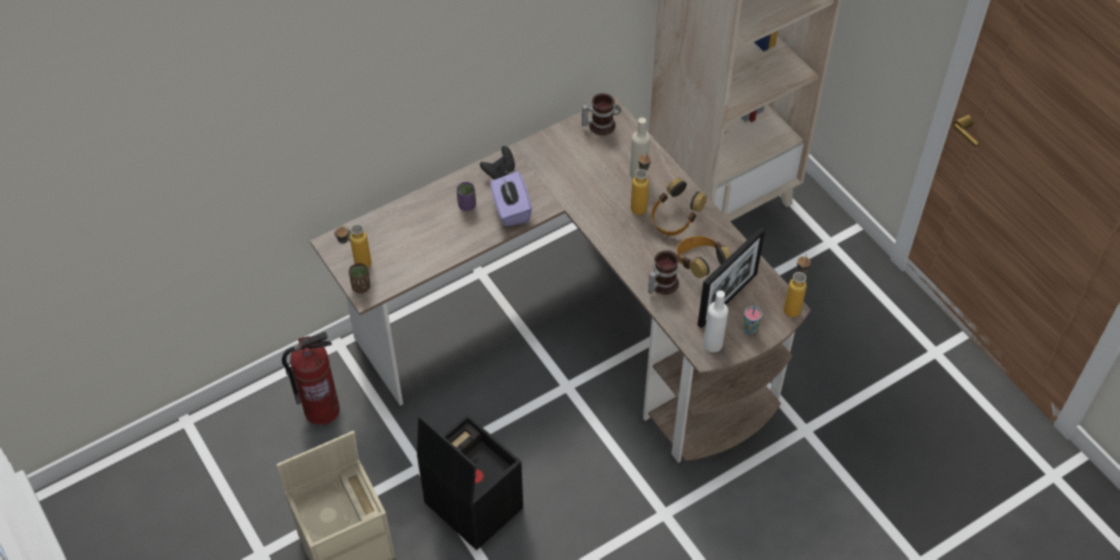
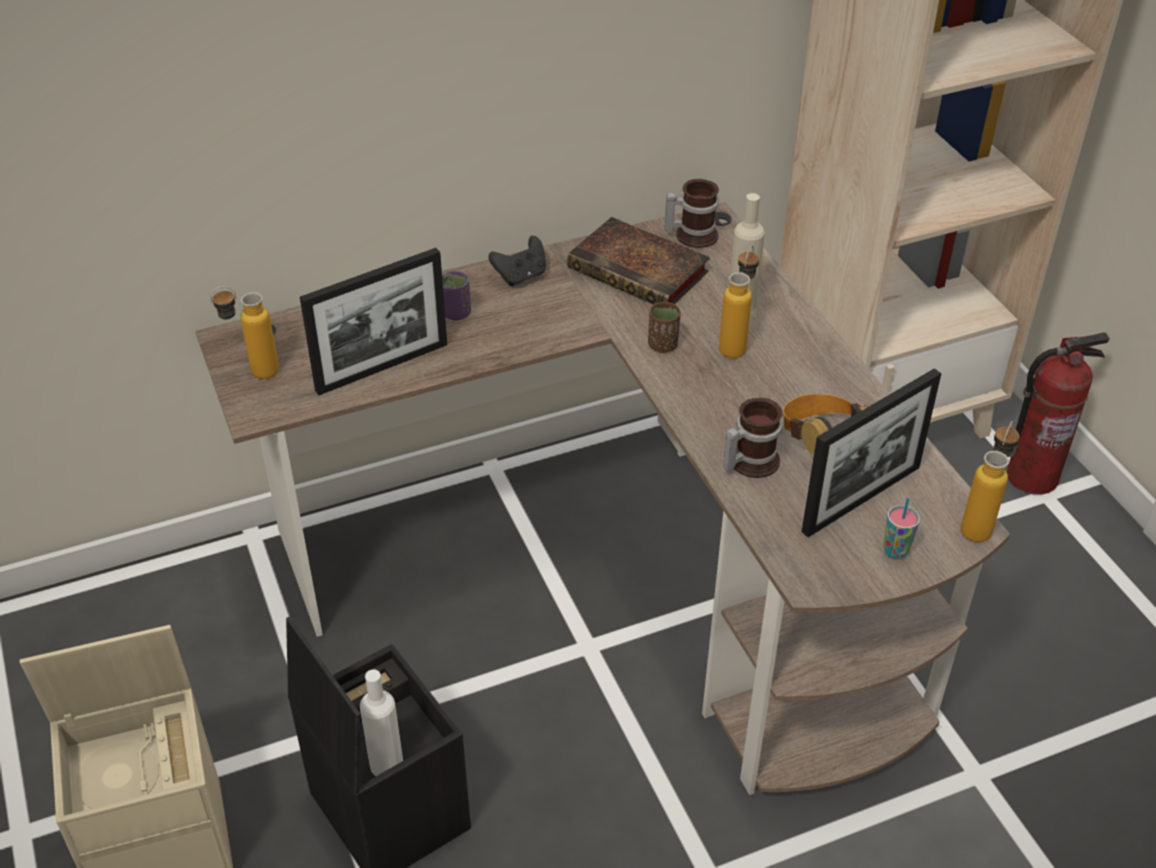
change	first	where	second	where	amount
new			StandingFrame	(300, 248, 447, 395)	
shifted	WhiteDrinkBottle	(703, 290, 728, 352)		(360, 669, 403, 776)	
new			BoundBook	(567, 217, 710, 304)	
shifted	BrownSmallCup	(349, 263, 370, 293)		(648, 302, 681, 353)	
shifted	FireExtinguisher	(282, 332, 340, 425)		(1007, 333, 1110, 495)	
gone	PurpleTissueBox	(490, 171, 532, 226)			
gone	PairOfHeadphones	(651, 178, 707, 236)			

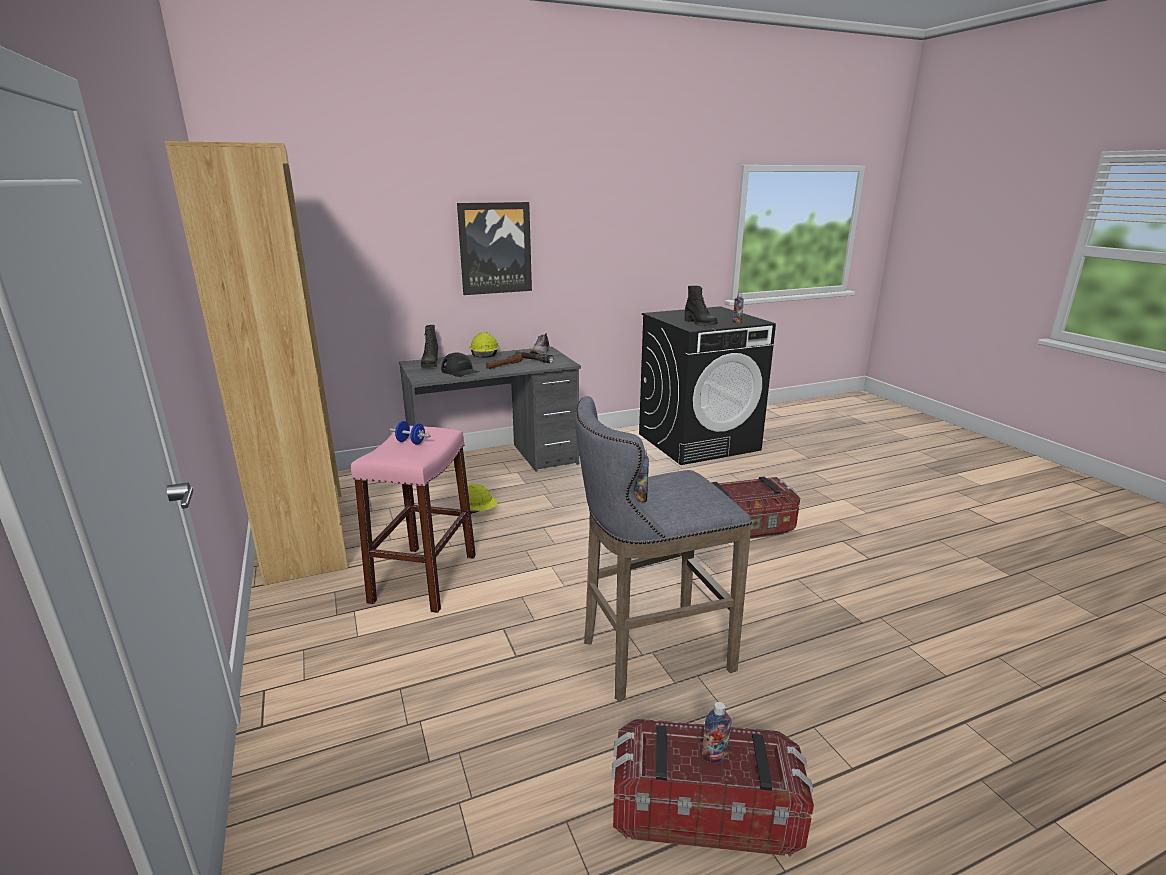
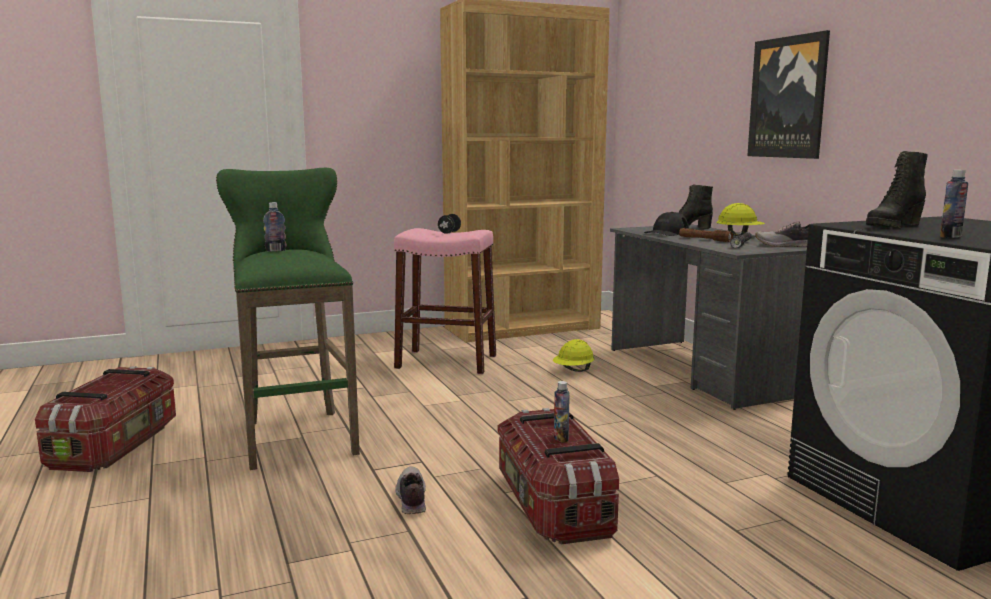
change	first	where	second	where	amount
repainted	GreySittingStool	(575, 396, 752, 702)	GreenColouredSittingStool	(216, 168, 360, 470)	
new			LowShoe	(395, 466, 426, 514)	
repainted	BluishFreeWeight	(390, 421, 430, 445)	BlackFreeWeight	(438, 214, 461, 234)	
shifted	DrinkBottle	(702, 702, 732, 762)		(554, 381, 570, 442)	

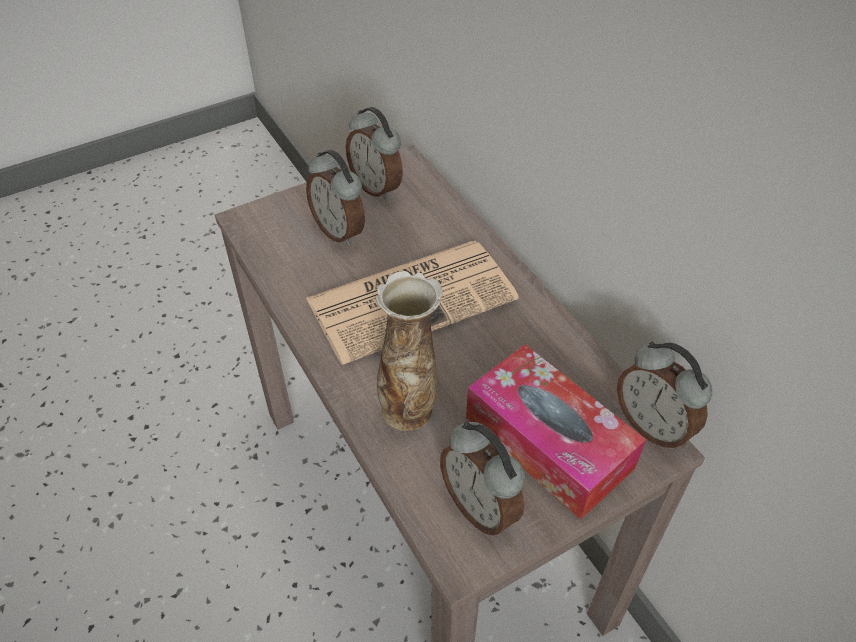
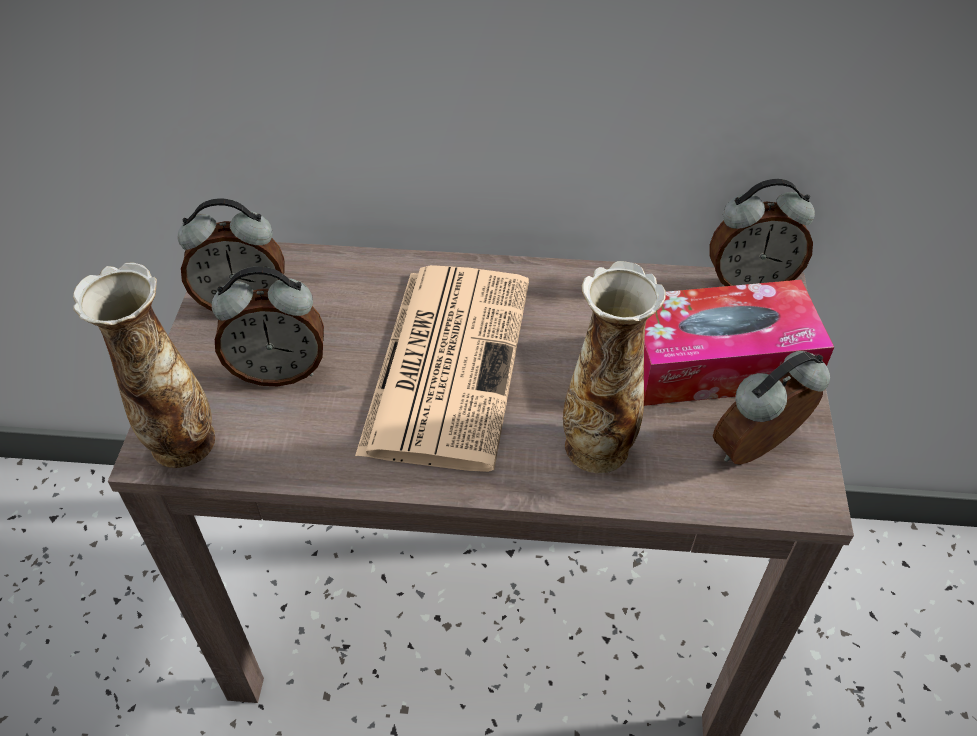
change	first	where	second	where	amount
new			DecorativeVase	(73, 262, 215, 468)	
rotated	BedsideClock	(440, 422, 525, 536)		(713, 351, 830, 465)	150 degrees clockwise

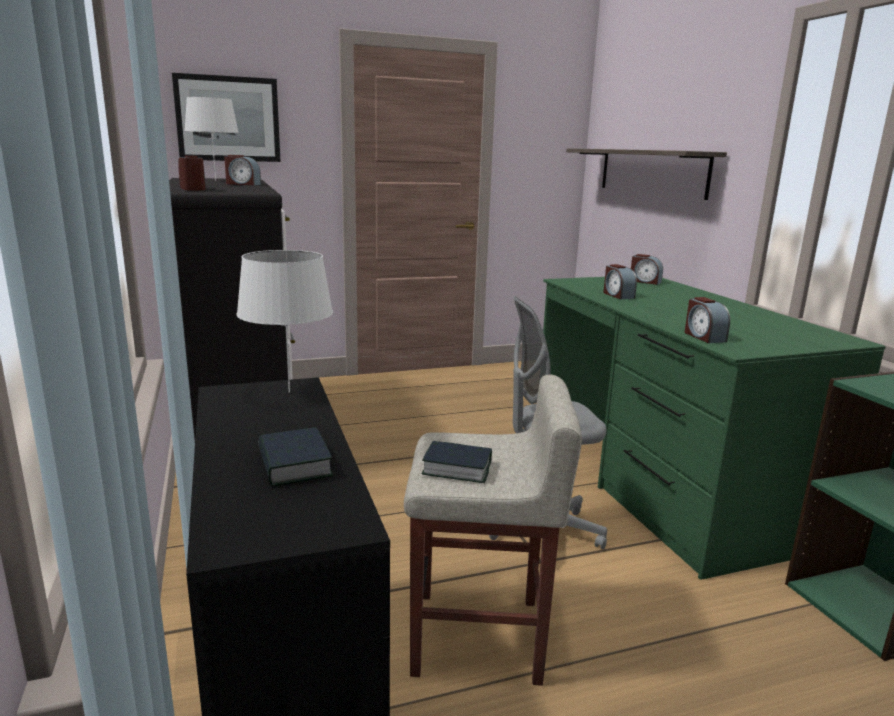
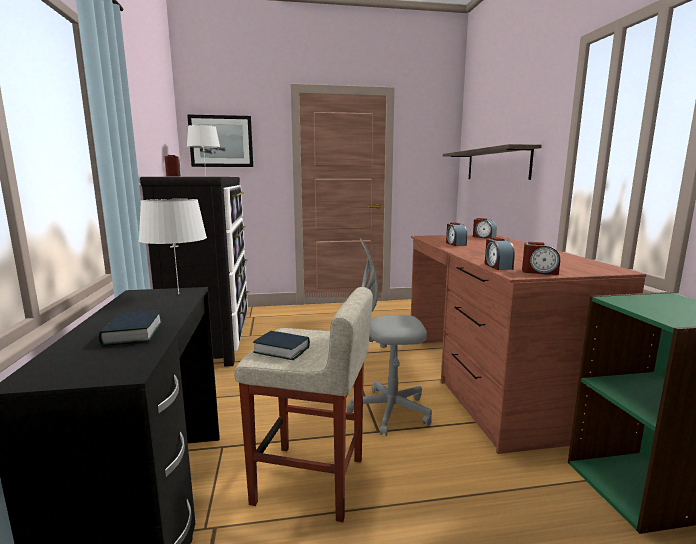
change	first	where	second	where	amount
repainted	GreenColouredDesk	(543, 277, 886, 580)	BrownDesk	(411, 235, 646, 454)	
shifted	BedsideClock	(224, 155, 261, 185)		(522, 242, 560, 275)	

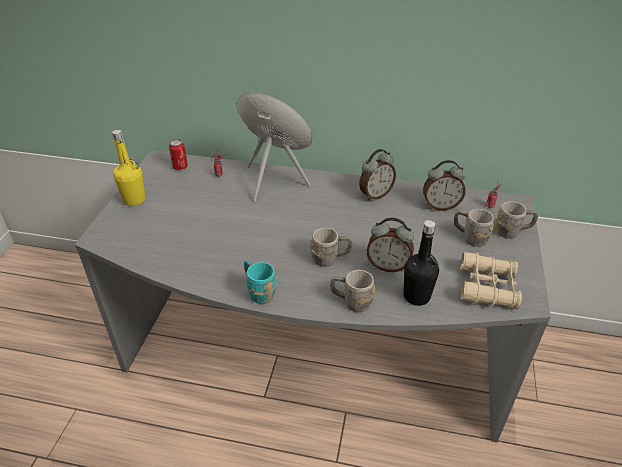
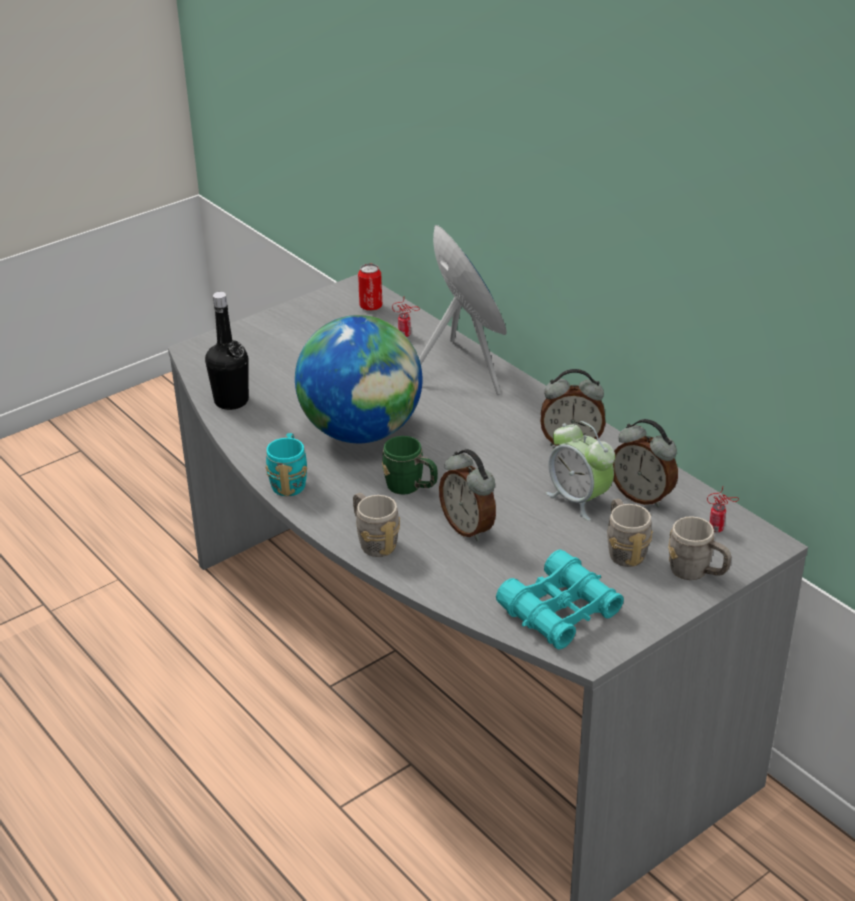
change	first	where	second	where	amount
shifted	BlackDrinkBottle	(403, 220, 439, 306)		(205, 292, 249, 410)	
new			WorldGlobe	(295, 315, 422, 443)	
repainted	GreyCoffeeMug	(310, 228, 352, 267)	GreenColouredCoffeeMug	(382, 436, 438, 495)	
repainted	BeigeColouredFieldGlasses	(460, 252, 522, 309)	TurquoiseFieldGlasses	(496, 550, 624, 650)	
new			BedsideClock	(546, 421, 615, 521)	
gone	YellowishDrinkBottle	(112, 130, 145, 206)			

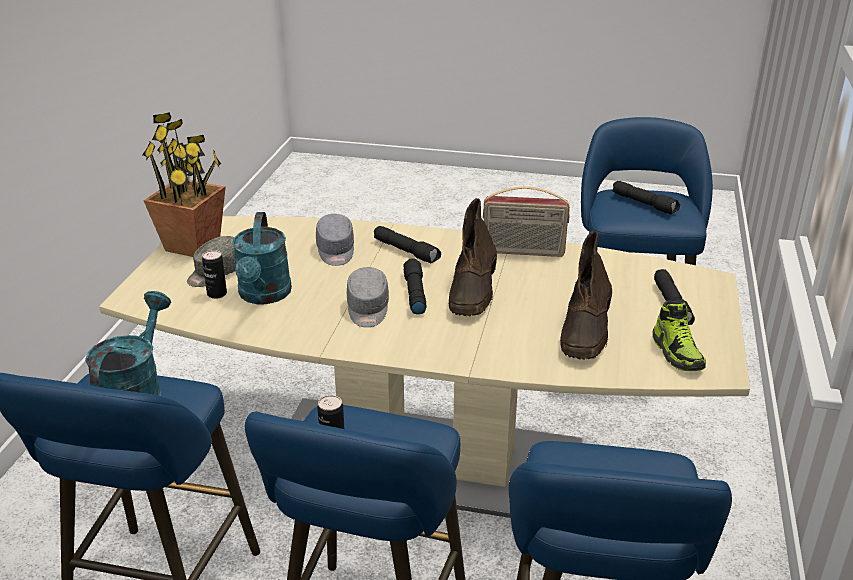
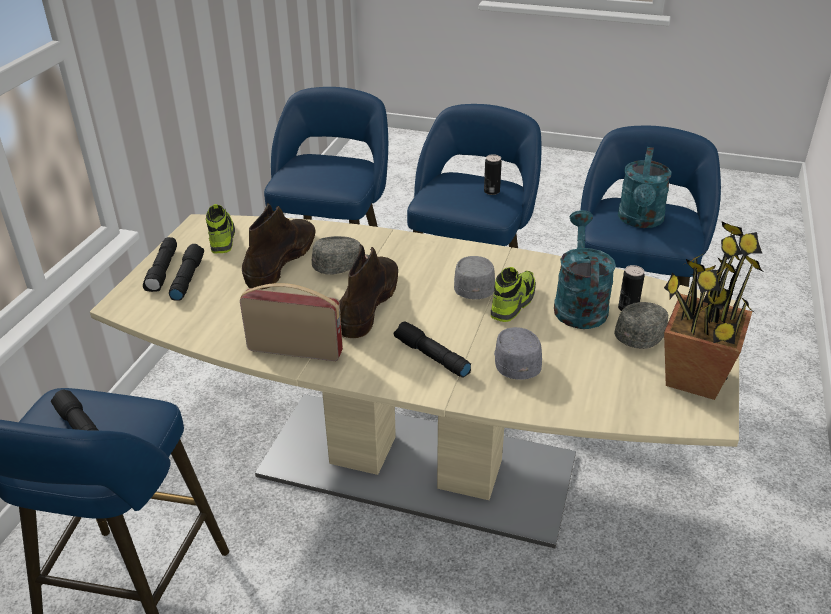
change	first	where	second	where	amount
shifted	BlackFlashlight	(403, 258, 427, 314)		(143, 237, 177, 292)	
new			GreyBaseballCap	(312, 236, 369, 275)	
new			LowShoe	(491, 267, 536, 322)	

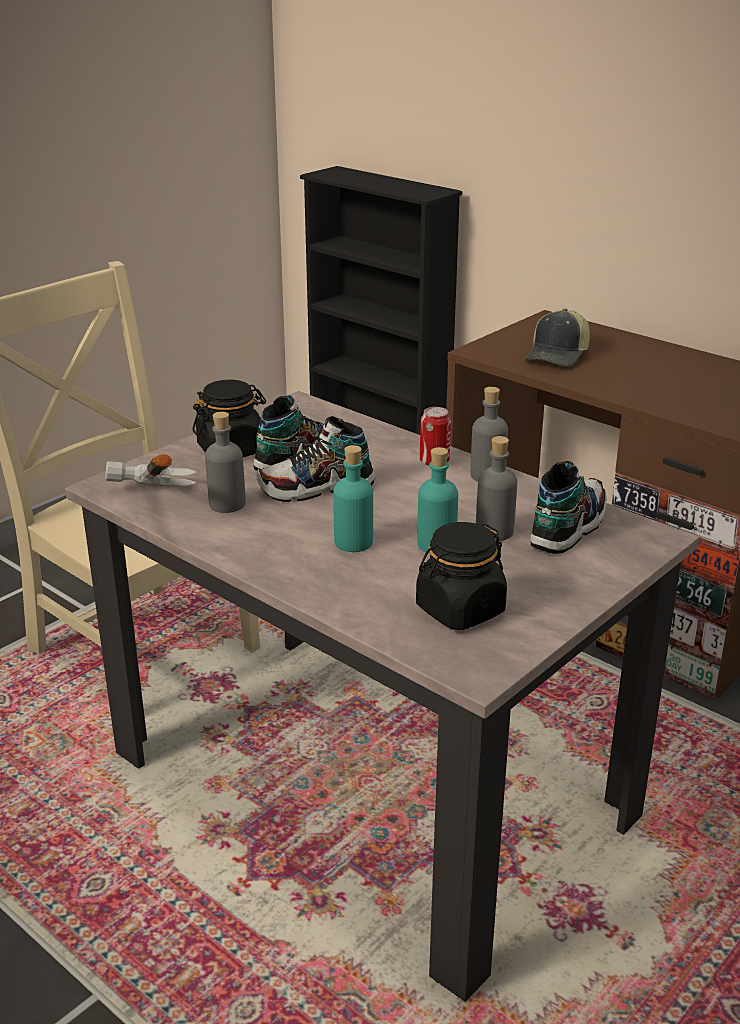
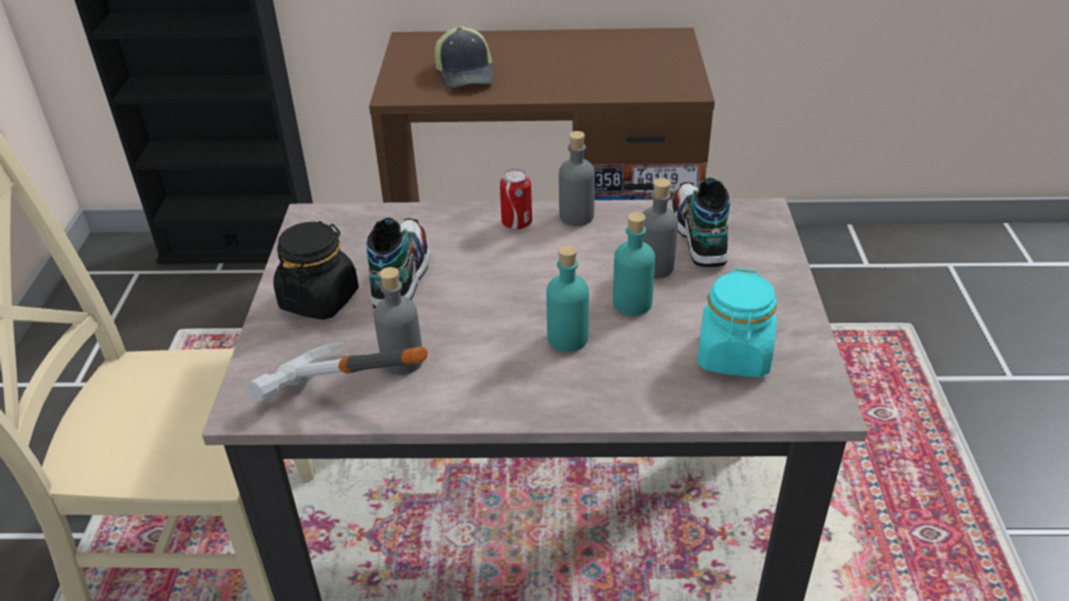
change	first	where	second	where	amount
repainted	BlackJar	(416, 522, 507, 630)	TurquoiseJar	(697, 268, 777, 377)	
gone	LowShoe	(257, 416, 375, 502)			

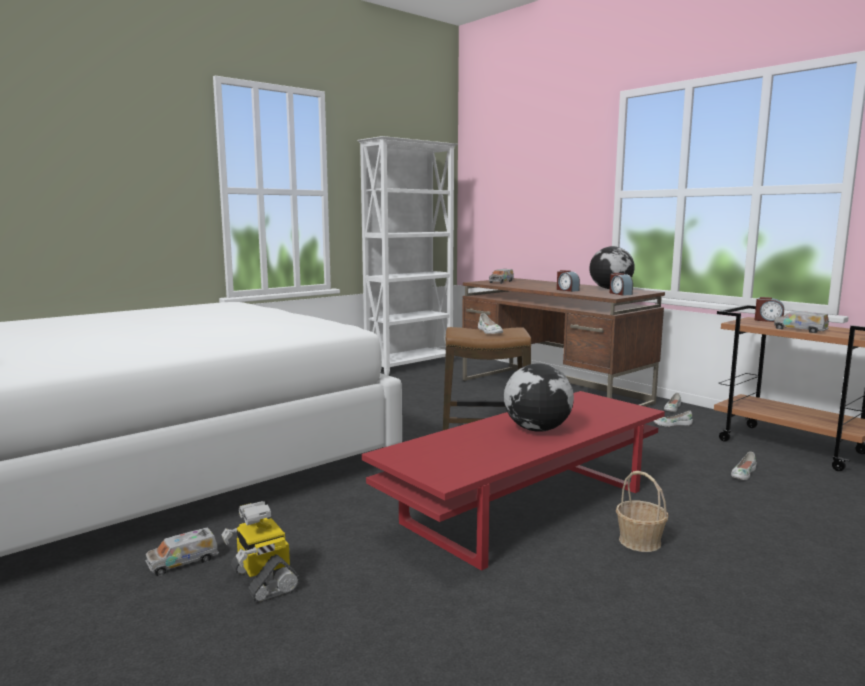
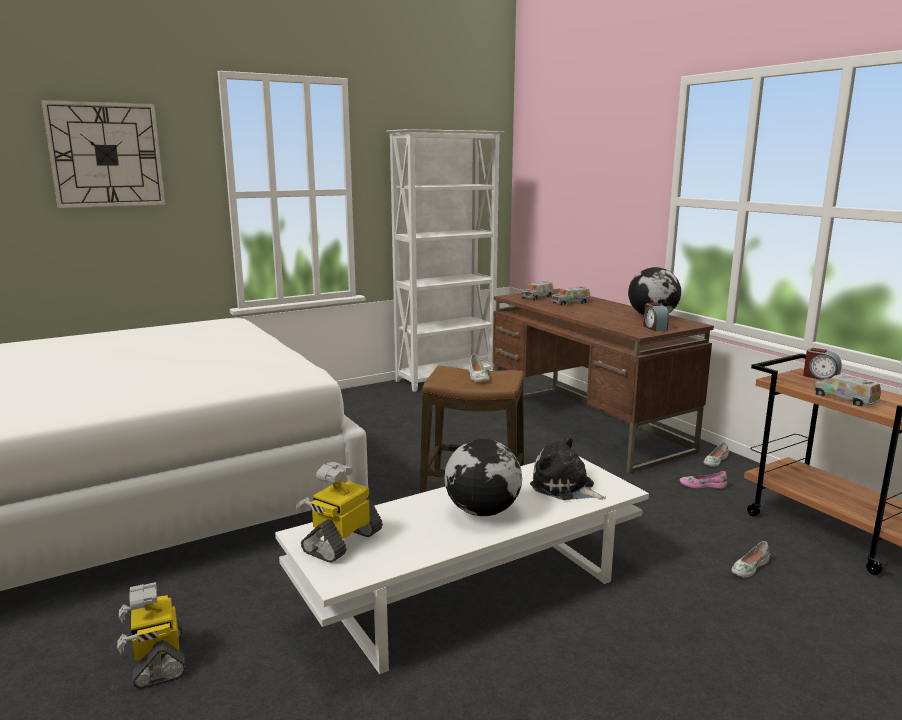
change	first	where	second	where	amount
new			ClockOnTheWall	(41, 100, 165, 208)	
repainted	ReddishLoungeTable	(362, 391, 665, 571)	WhiteLoungeTable	(275, 457, 649, 674)	
new			ModelRobot	(296, 462, 383, 563)	
new			PlushToy	(530, 435, 606, 500)	
shifted	ToyTruck	(146, 528, 219, 576)		(551, 287, 590, 306)	
repainted	WhiteLowShoe	(654, 411, 693, 427)	PinkColouredLowShoe	(680, 471, 727, 488)	
gone	BedsideClock	(557, 270, 580, 292)			
gone	HouseholdBasket	(616, 471, 669, 552)			

